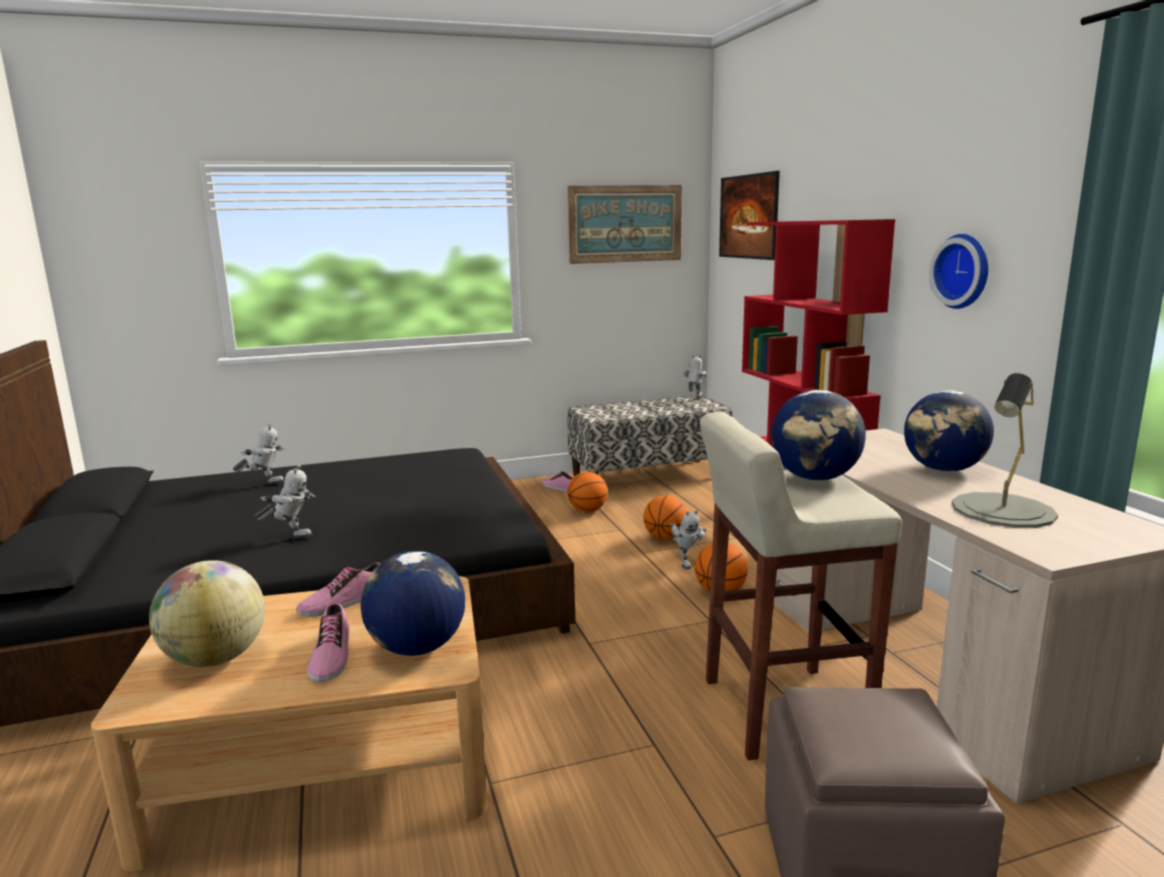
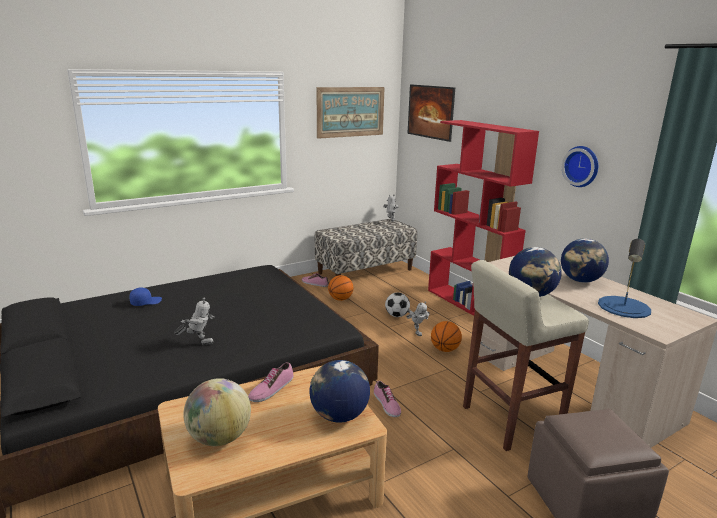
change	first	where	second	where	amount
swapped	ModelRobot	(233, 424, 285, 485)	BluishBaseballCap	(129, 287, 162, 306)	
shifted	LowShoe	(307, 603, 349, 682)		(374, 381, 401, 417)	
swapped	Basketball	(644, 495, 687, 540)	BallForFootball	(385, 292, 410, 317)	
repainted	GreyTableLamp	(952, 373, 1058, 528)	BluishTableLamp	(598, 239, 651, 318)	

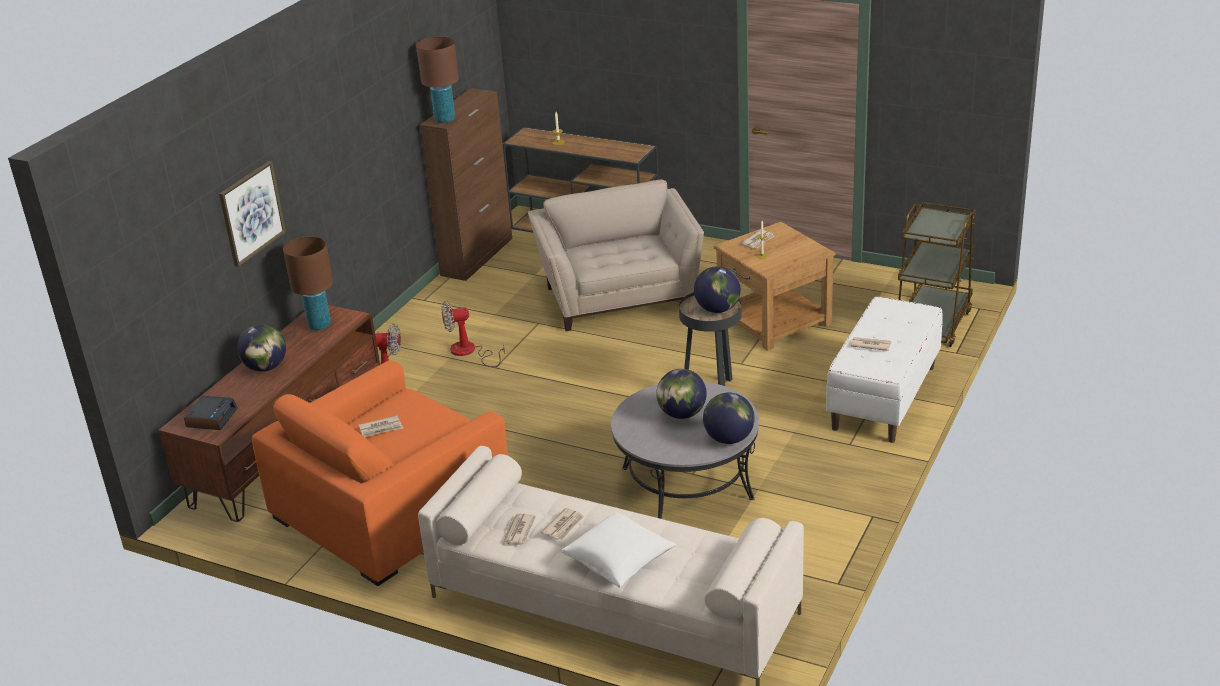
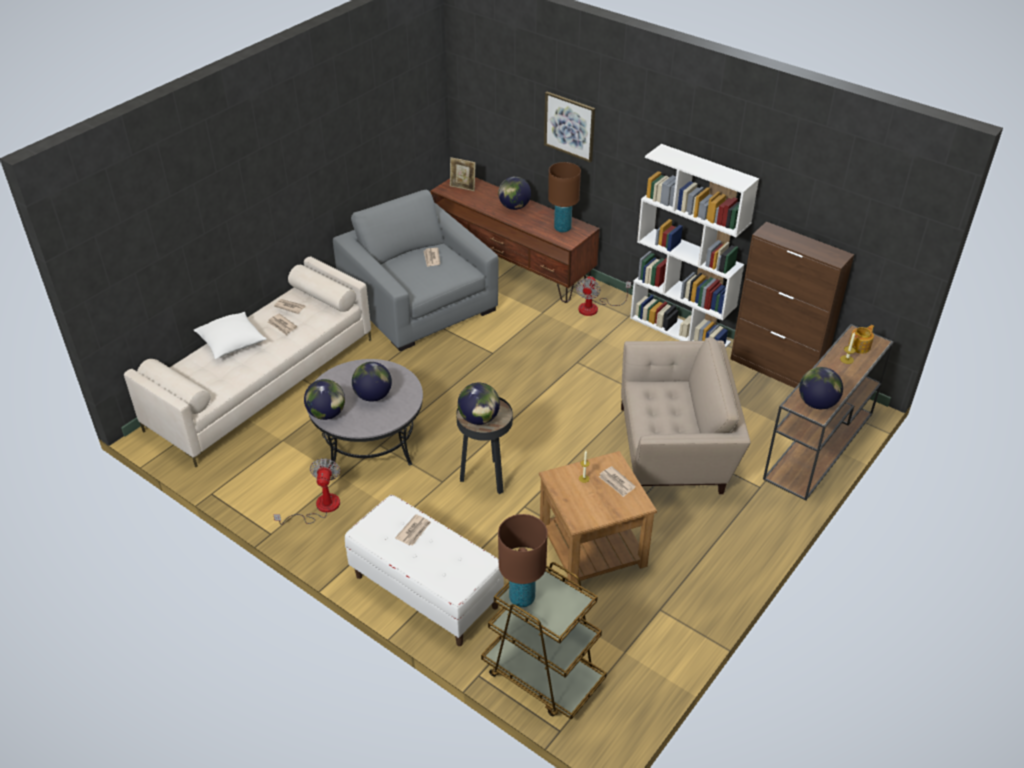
change	first	where	second	where	amount
shifted	CoolingFan	(442, 301, 505, 367)		(273, 458, 341, 525)	
repainted	OrangeColouredLoungeChair	(252, 360, 508, 586)	GreyLoungeChair	(333, 190, 499, 351)	
swapped	BedsideClock	(184, 396, 237, 430)	StandingFrame	(450, 157, 476, 191)	
shifted	BrownTableLamp	(416, 36, 459, 123)		(498, 514, 548, 607)	
new			WhiteBookcase	(630, 144, 759, 348)	
new			WorldGlobe	(799, 367, 843, 409)	
new			TeaPot	(849, 325, 874, 353)	

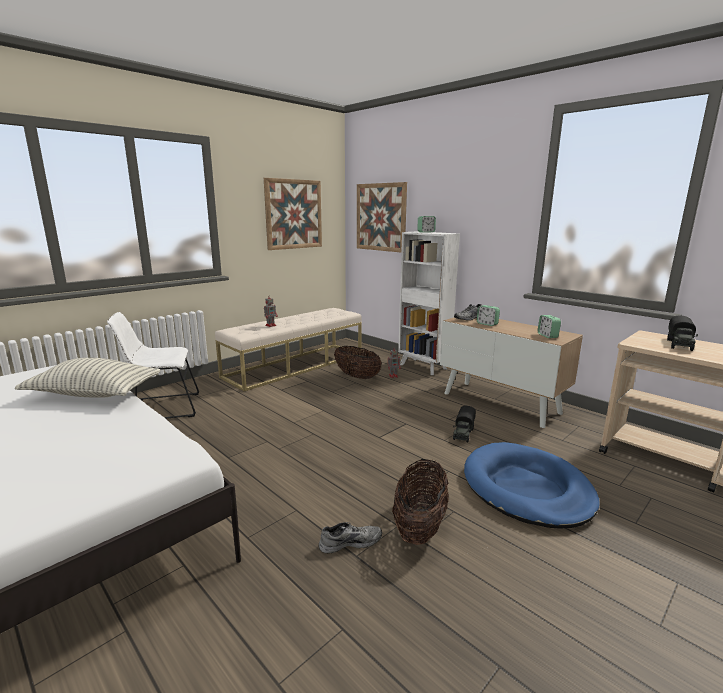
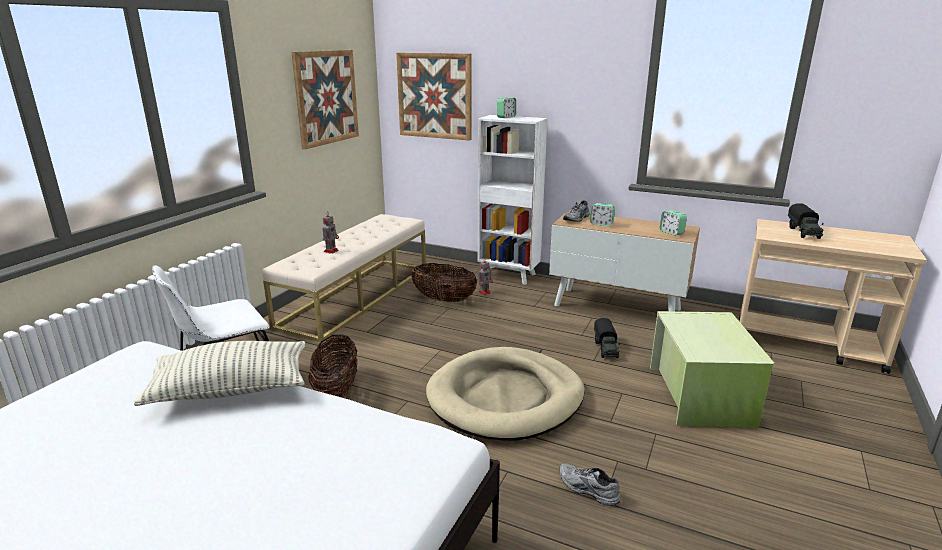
change	first	where	second	where	amount
shifted	HouseholdBasket	(392, 459, 449, 545)		(308, 334, 357, 398)	
new			BeigeColouredPetBed	(426, 347, 585, 440)	
rotated	GreyLowShoe	(319, 522, 382, 553)		(559, 463, 620, 506)	105 degrees counterclockwise
swapped	BluishPetBed	(464, 442, 600, 529)	GreenColouredStorageContainer	(650, 311, 775, 428)	

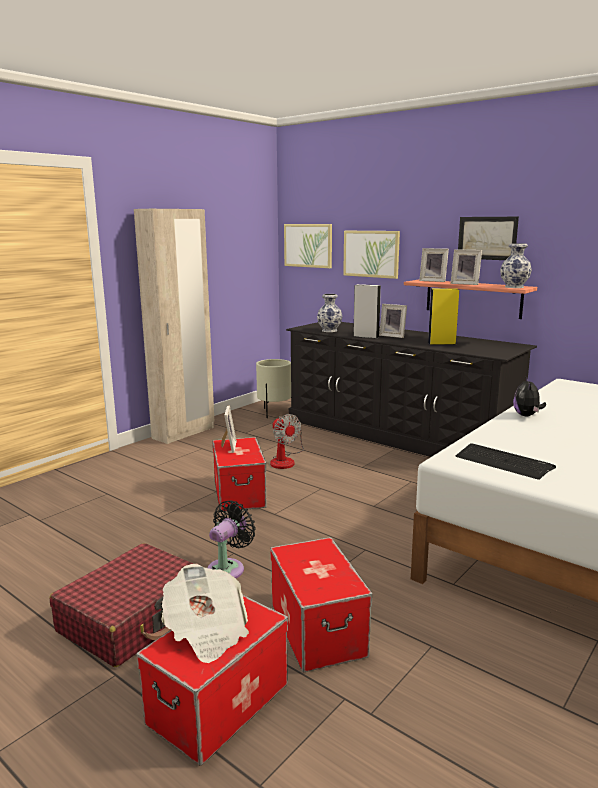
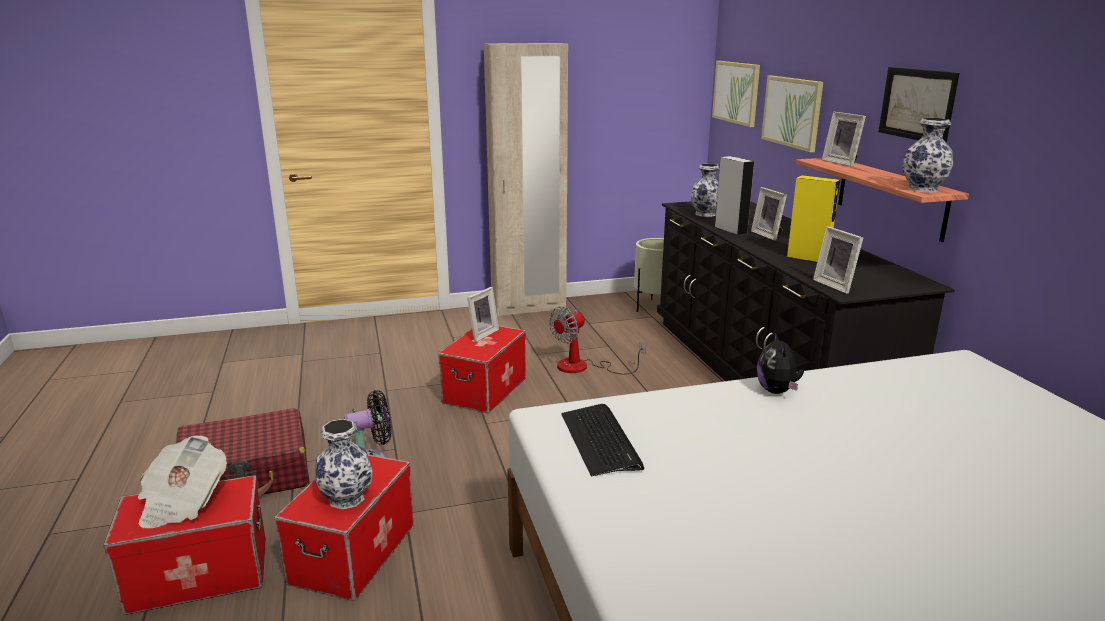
change	first	where	second	where	amount
new			DecorativeVase	(315, 419, 373, 510)	
rotated	CoolingFan	(270, 414, 304, 469)		(549, 307, 646, 374)	45 degrees clockwise
rotated	PlushToy	(513, 377, 546, 416)		(757, 332, 804, 394)	45 degrees counterclockwise
shifted	StandingFrame	(450, 249, 482, 285)		(813, 226, 863, 294)	

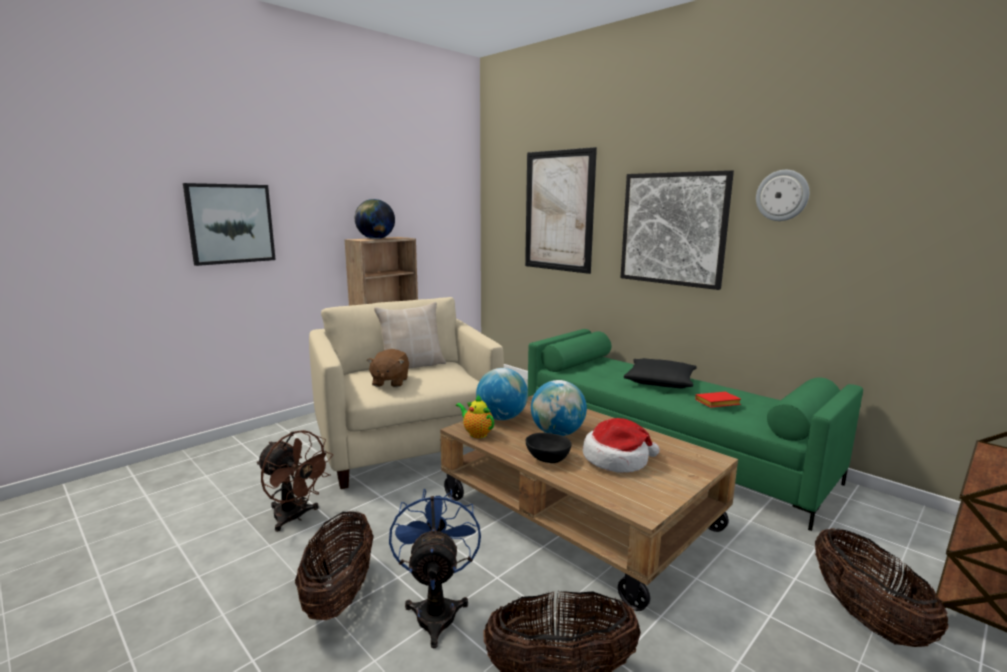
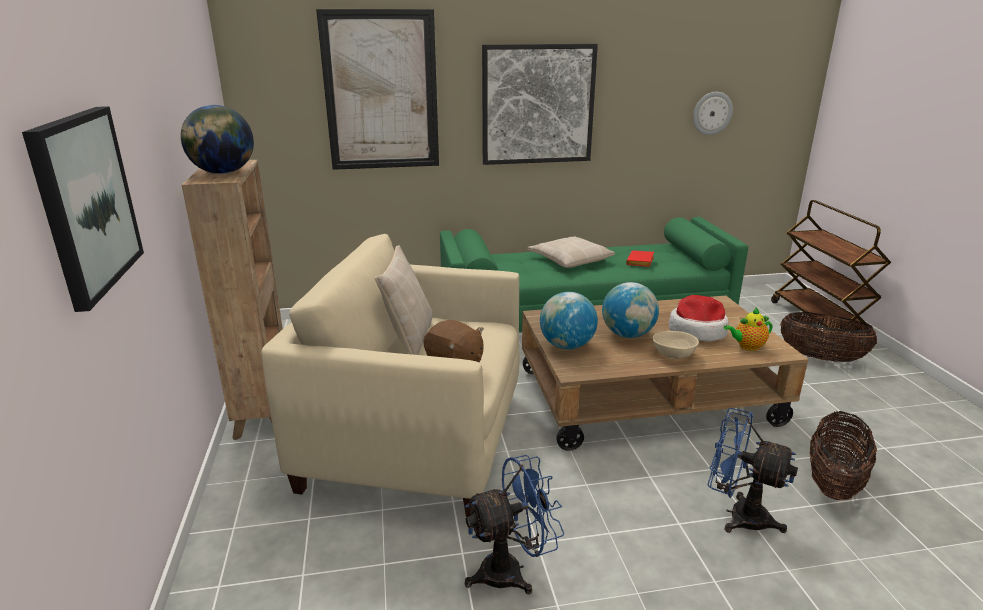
change	first	where	second	where	amount
repainted	BrownCoolingFan	(257, 430, 333, 532)	BluishCoolingFan	(464, 455, 564, 594)	
repainted	BlackCushion	(624, 358, 697, 389)	BeigeColouredCushion	(527, 236, 615, 268)	
repainted	BlackServingBowl	(526, 433, 572, 463)	BeigeColouredServingBowl	(652, 331, 699, 359)	
shifted	ClockOnTheWall	(756, 170, 809, 221)		(693, 92, 733, 135)	
shifted	TeaPot	(456, 395, 494, 438)		(724, 308, 773, 351)	
gone	HouseholdBasket	(295, 511, 374, 620)			

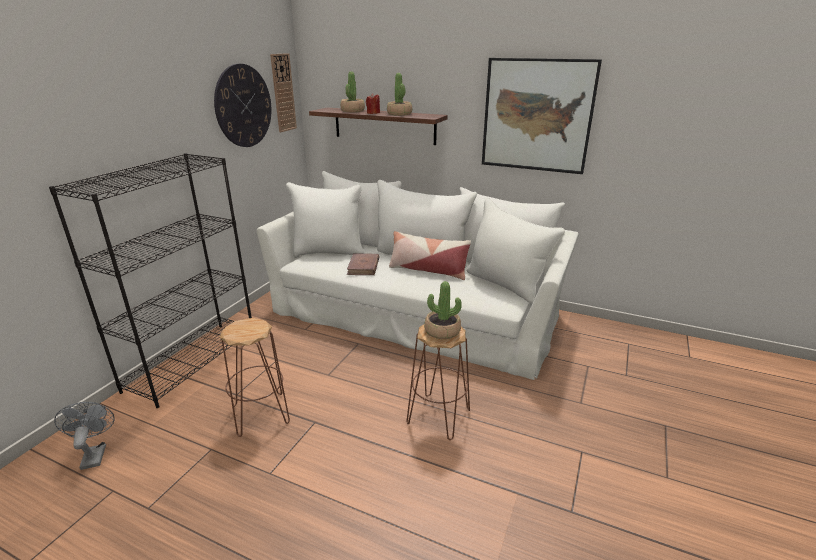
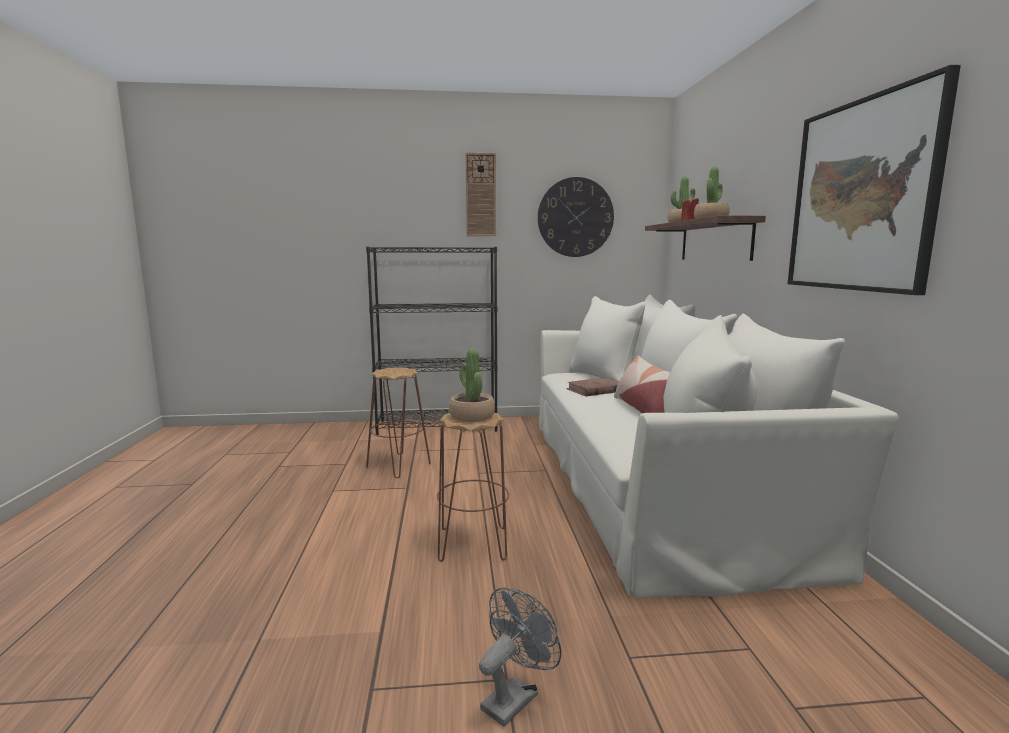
change	first	where	second	where	amount
shifted	ClockOnTheWall	(270, 53, 297, 132)		(466, 153, 496, 236)	
shifted	GreyCoolingFan	(54, 402, 114, 470)		(479, 587, 561, 727)	

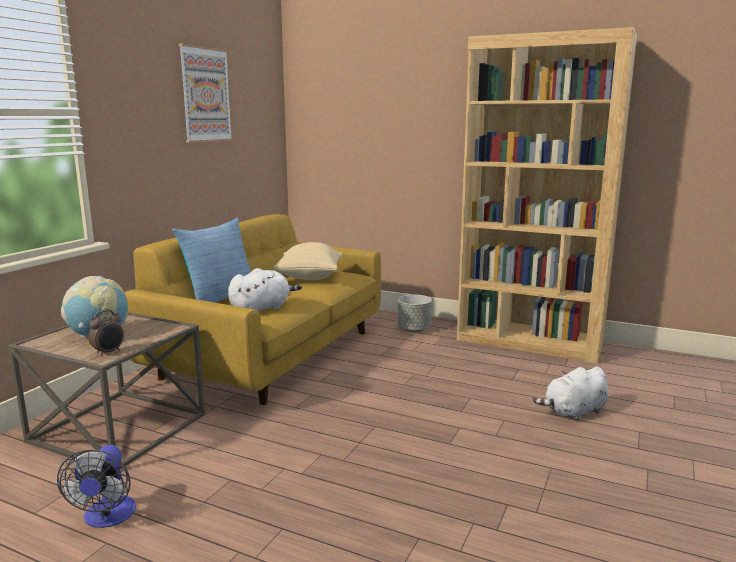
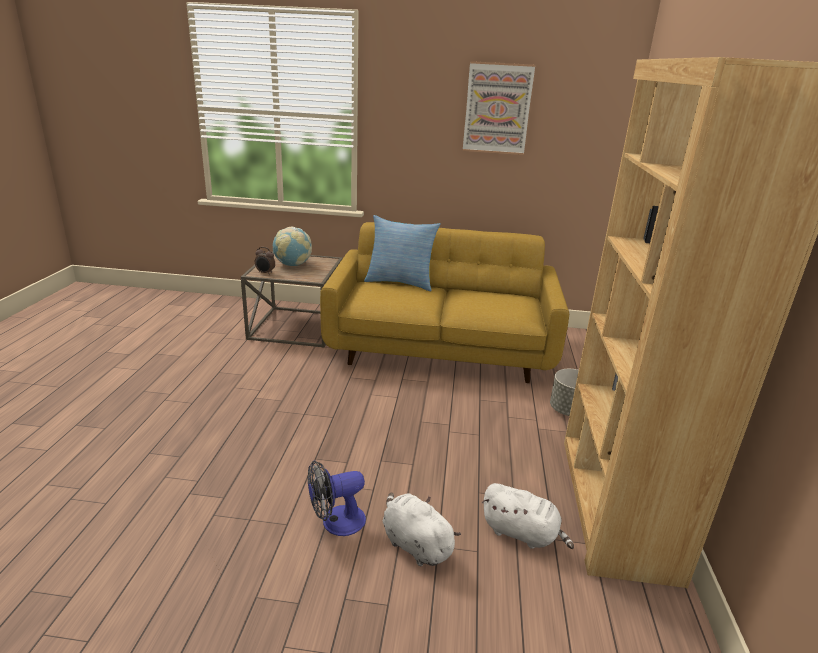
change	first	where	second	where	amount
shifted	CoolingFan	(57, 445, 136, 528)		(308, 460, 366, 536)	
shifted	WhitePlushToy	(228, 268, 302, 311)		(482, 483, 574, 549)	
gone	BeigeColouredCushion	(273, 242, 342, 280)			

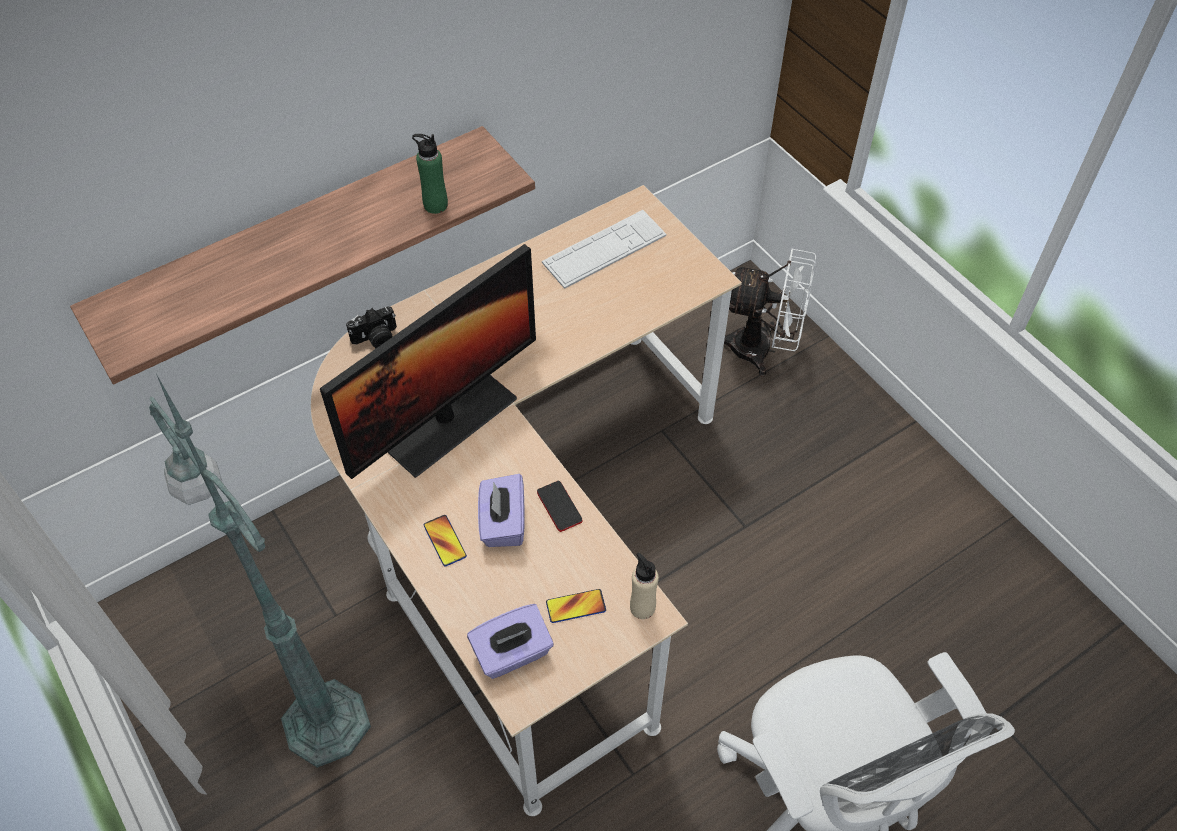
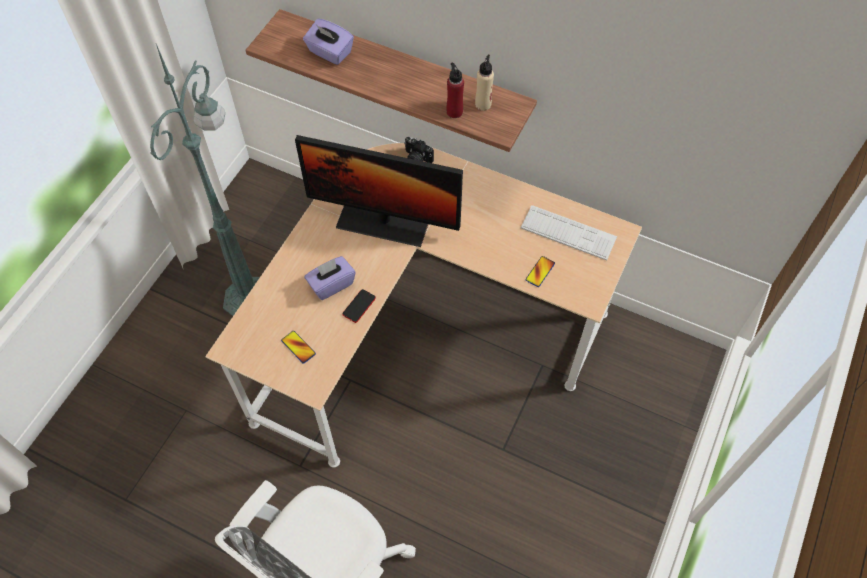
change	first	where	second	where	amount
shifted	PurpleTissueBox	(467, 604, 554, 679)		(303, 19, 354, 65)	
repainted	GreenColouredDrinkBottle	(412, 134, 448, 214)	ReddishDrinkBottle	(446, 63, 464, 118)	
shifted	BeigeColouredDrinkBottle	(630, 553, 659, 619)		(475, 55, 494, 111)	
shifted	Telephone	(424, 515, 467, 566)		(526, 256, 555, 287)	
gone	WhiteCoolingFan	(724, 249, 816, 376)			

